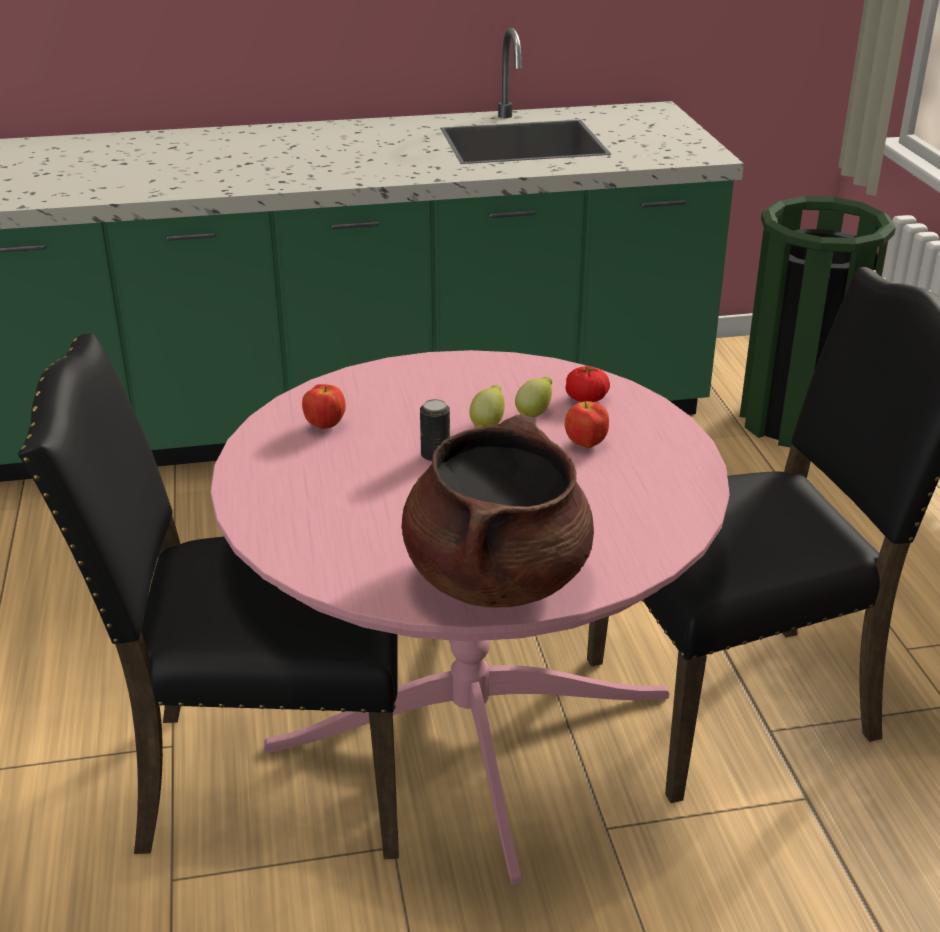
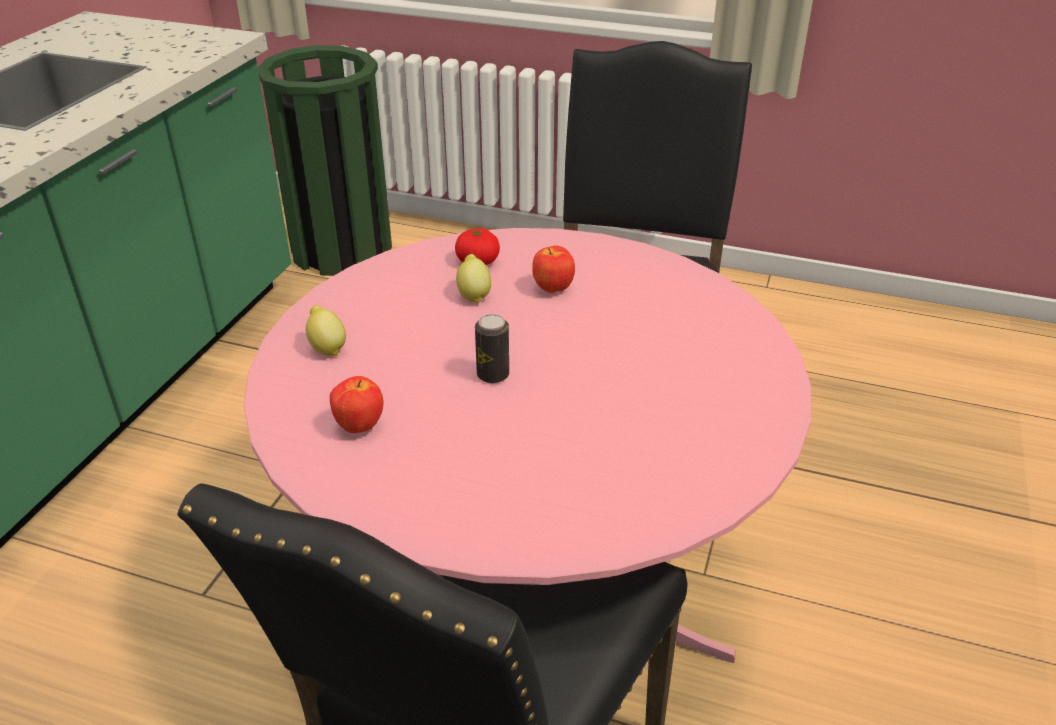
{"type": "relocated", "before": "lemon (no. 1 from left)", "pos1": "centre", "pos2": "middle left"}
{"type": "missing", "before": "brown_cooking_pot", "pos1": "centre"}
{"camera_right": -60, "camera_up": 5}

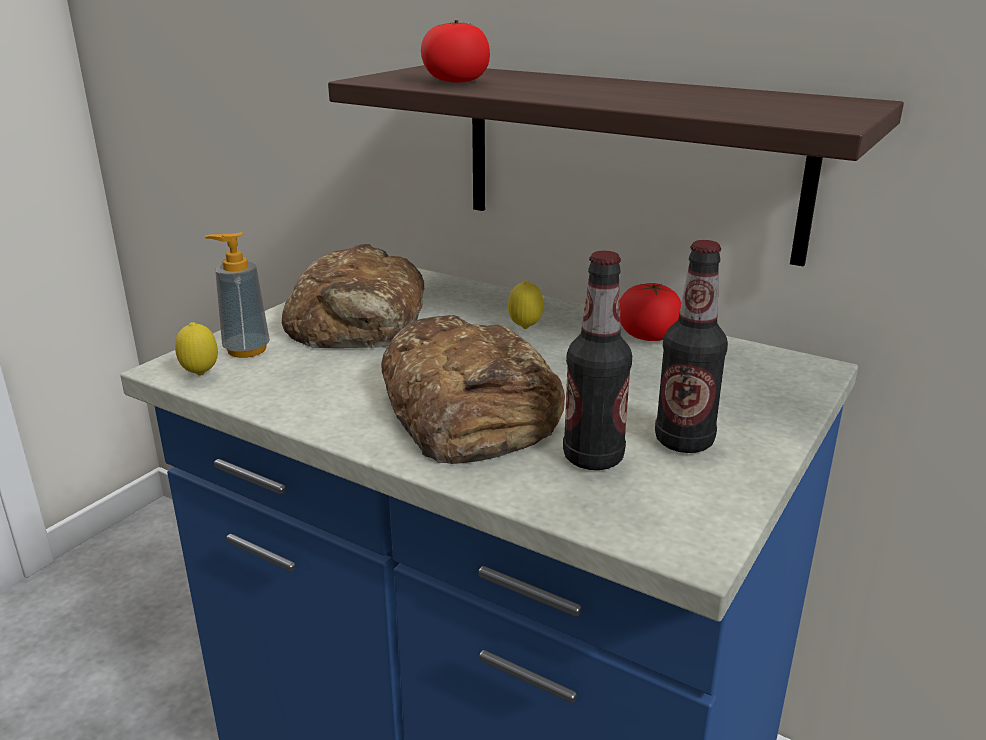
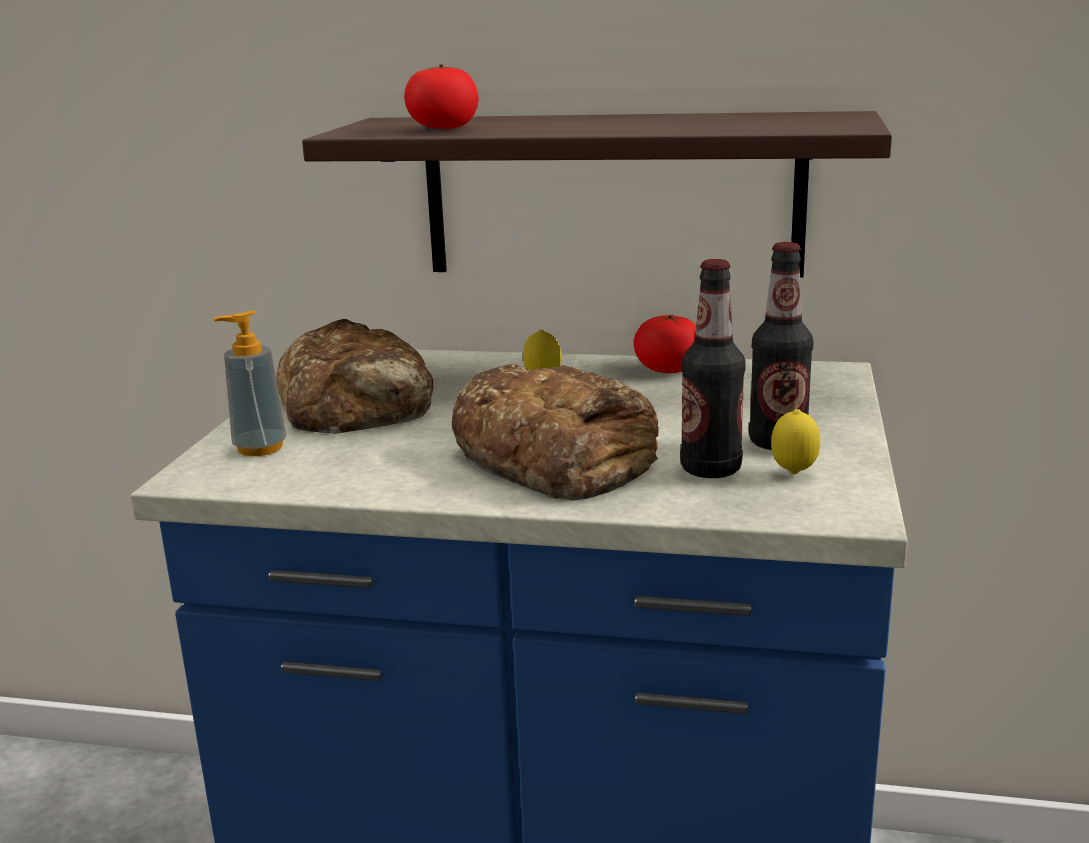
{"type": "relocated", "before": "lemon (no. 1 from left in the first image)", "after": "lemon (no. 2 from left)", "pos1": "middle left", "pos2": "middle right"}
{"camera_right": -20, "camera_up": -5}

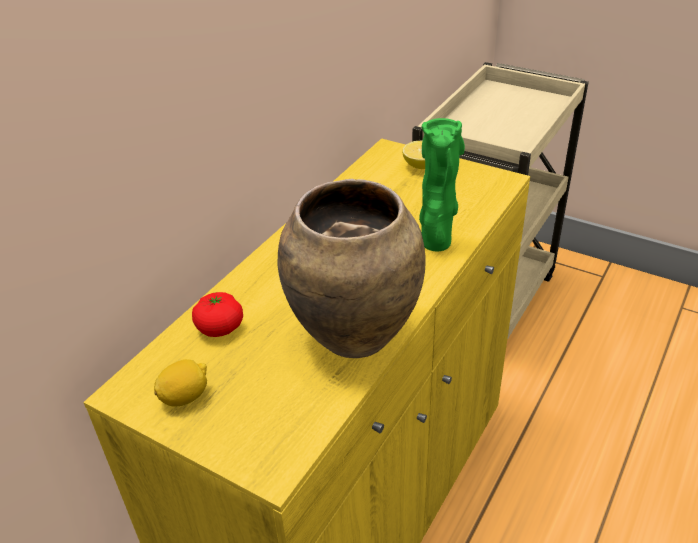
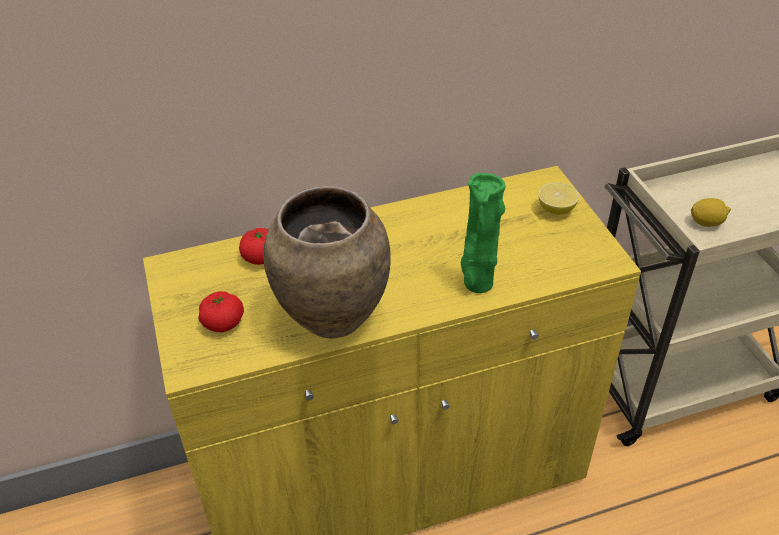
{"type": "appeared", "after": "tomato (no. 1 from left)", "pos2": "middle left"}
{"type": "relocated", "before": "lemon (no. 1 from left in the first image)", "after": "lemon (no. 2 from left)", "pos1": "bottom left", "pos2": "middle right"}
{"camera_right": 40, "camera_up": 5}

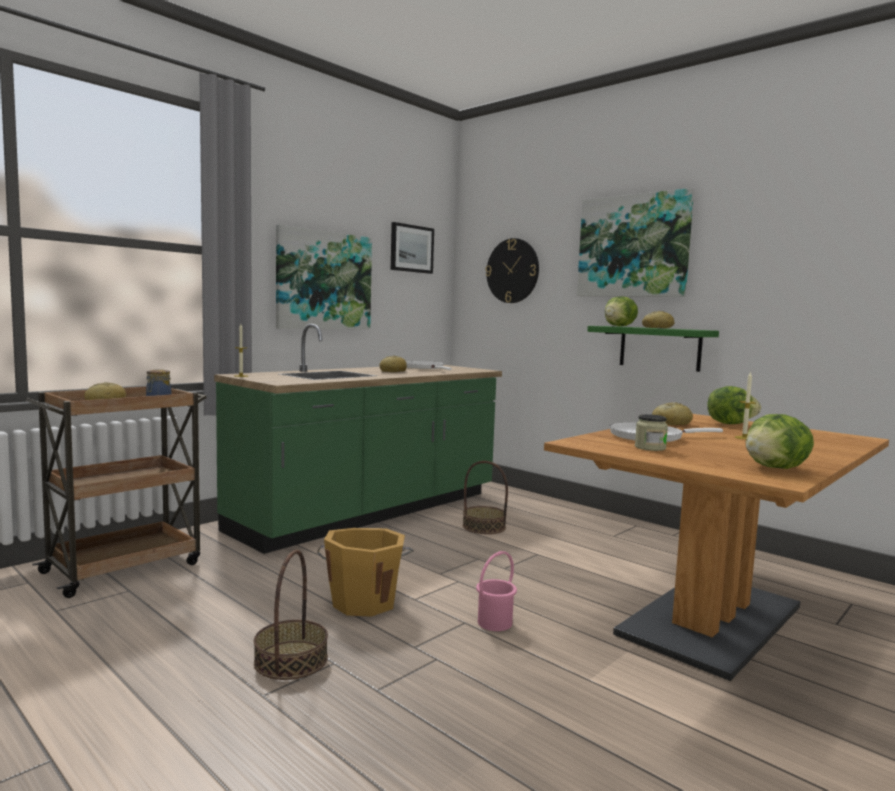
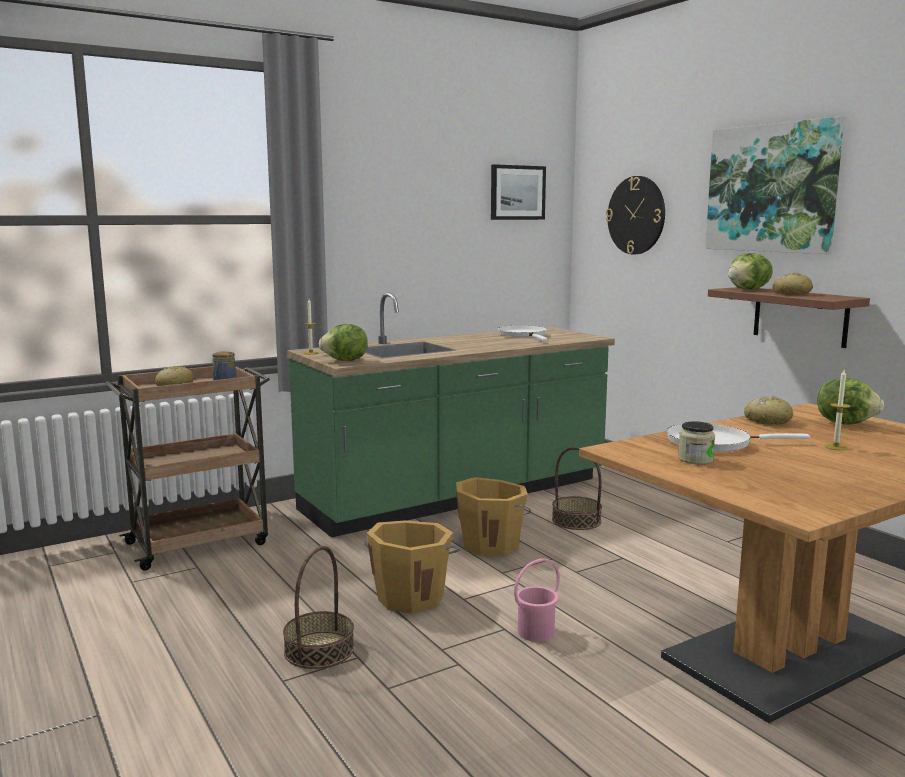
{"type": "relocated", "before": "lettuce (no. 3 from left in the first image)", "after": "lettuce (no. 1 from left)", "pos1": "middle right", "pos2": "centre"}
{"type": "appeared", "after": "orange_bucket (no. 2 from left)", "pos2": "centre"}
{"type": "colour", "before": "green_shelf", "after": "brown_shelf", "pos1": "middle right", "pos2": "middle right"}
{"type": "missing", "before": "picture (no. 1 from left)", "pos1": "centre"}
{"type": "missing", "before": "bread (no. 2 from left)", "pos1": "centre"}
{"camera_right": 15, "camera_up": 5}

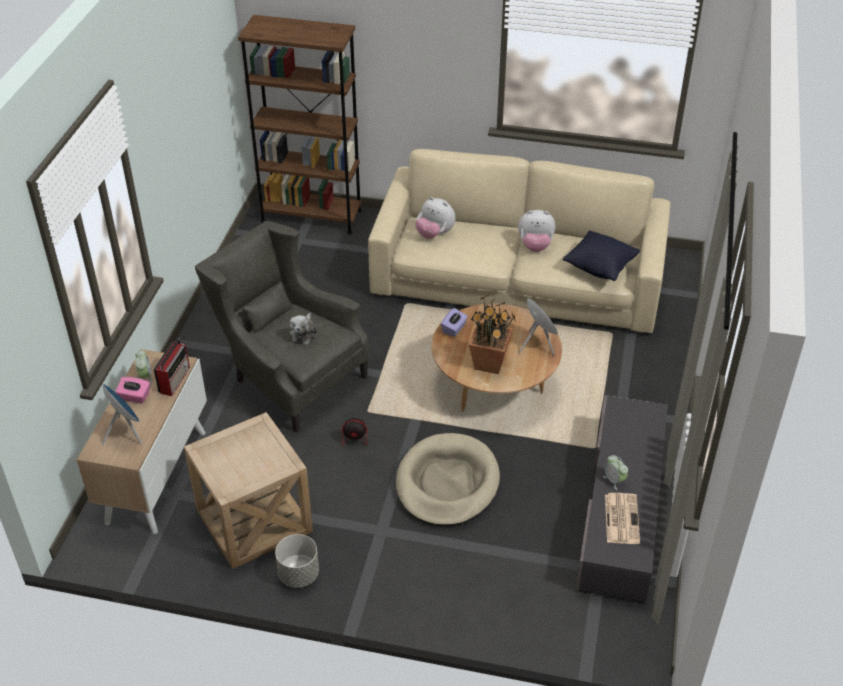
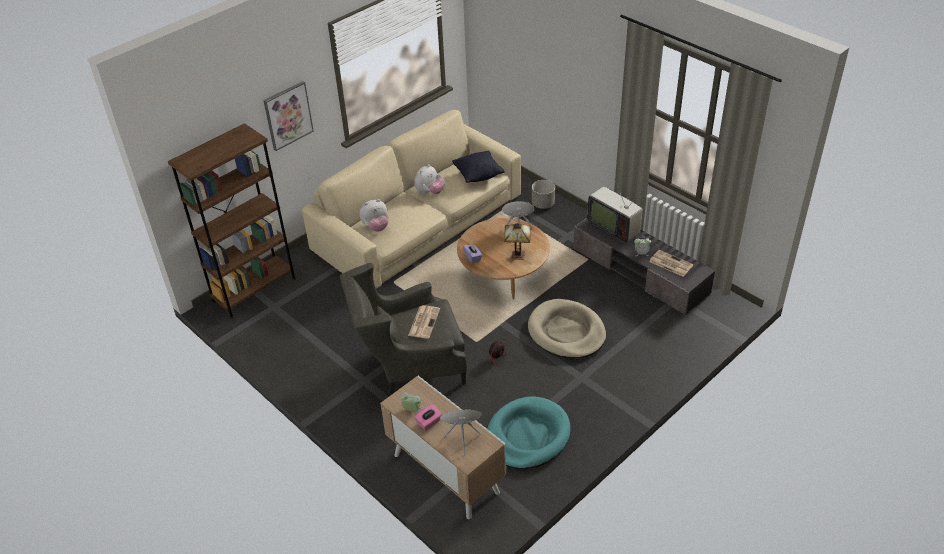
{"type": "appeared", "after": "picture", "pos2": "top left"}
{"type": "exchanged", "before": "plush_toy (no. 1 from left)", "after": "newspaper (no. 1 from left)", "pos1": "centre", "pos2": "centre"}
{"type": "exchanged", "before": "beige_side_table", "after": "turquoise_dog_bed", "pos1": "bottom left", "pos2": "bottom centre"}
{"type": "exchanged", "before": "potted_plant", "after": "table_lamp", "pos1": "centre", "pos2": "centre"}
{"type": "relocated", "before": "grey_planter", "pos1": "bottom centre", "pos2": "centre"}
{"type": "appeared", "after": "television", "pos2": "centre"}
{"type": "missing", "before": "radio", "pos1": "middle left"}
{"camera_right": -55, "camera_up": 0}

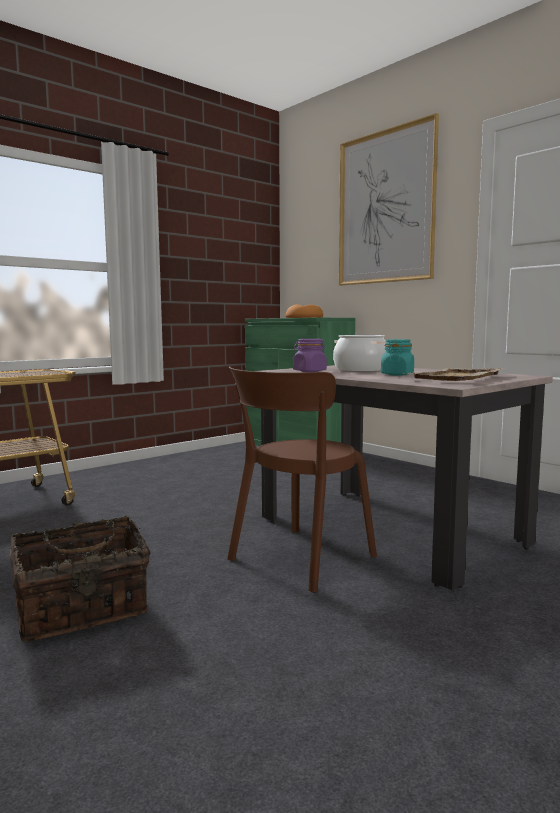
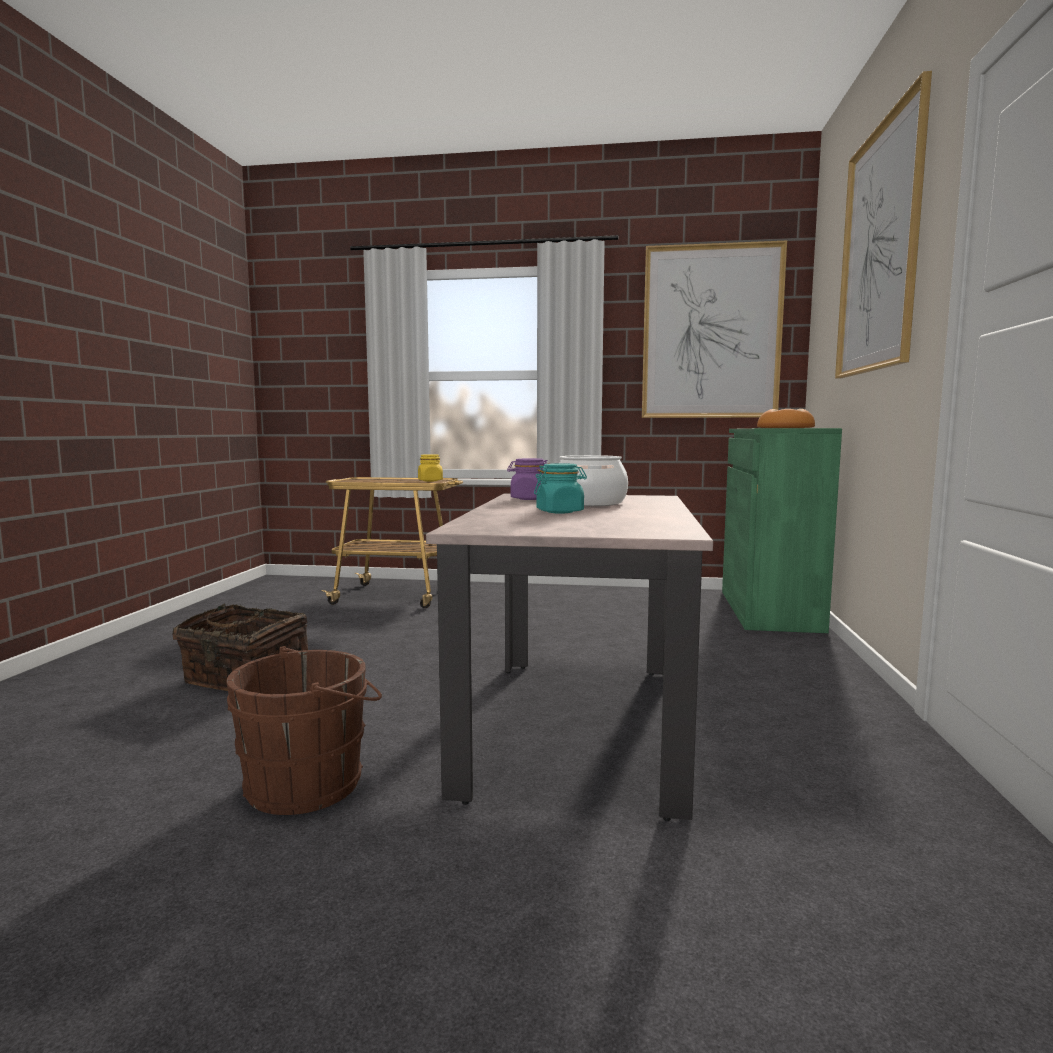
{"type": "appeared", "after": "brown_bucket", "pos2": "bottom left"}
{"type": "appeared", "after": "yellow_jar", "pos2": "centre"}
{"type": "appeared", "after": "picture (no. 1 from left)", "pos2": "top right"}
{"type": "missing", "before": "brown_chair", "pos1": "centre"}
{"type": "missing", "before": "beige_tray", "pos1": "middle right"}
{"camera_right": 50, "camera_up": 0}

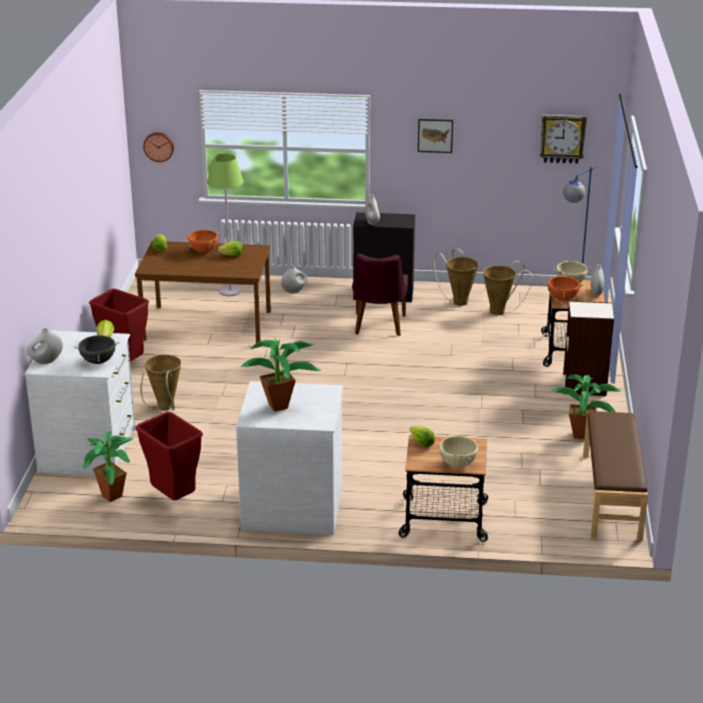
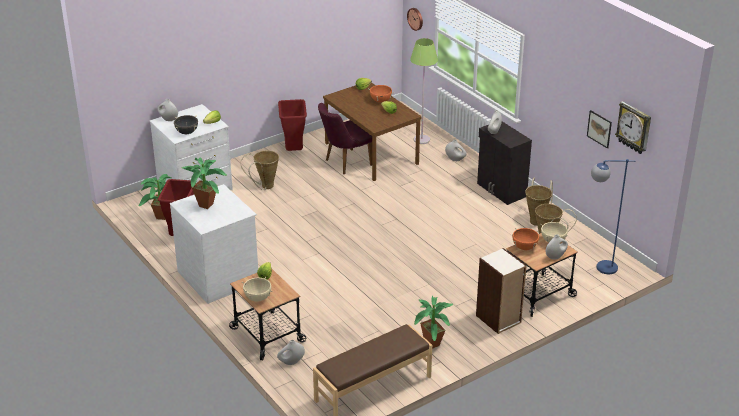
{"type": "appeared", "after": "white_vase (no. 2 from left)", "pos2": "bottom centre"}
{"type": "relocated", "before": "purple_chair", "pos1": "centre", "pos2": "top centre"}
{"type": "relocated", "before": "picture", "pos1": "top centre", "pos2": "top right"}
{"camera_right": 50, "camera_up": 5}

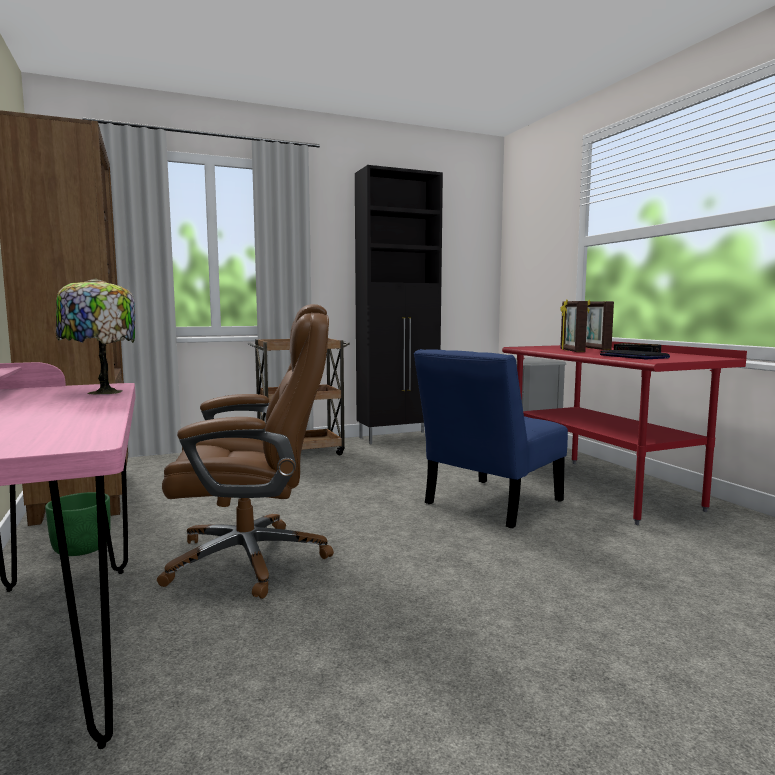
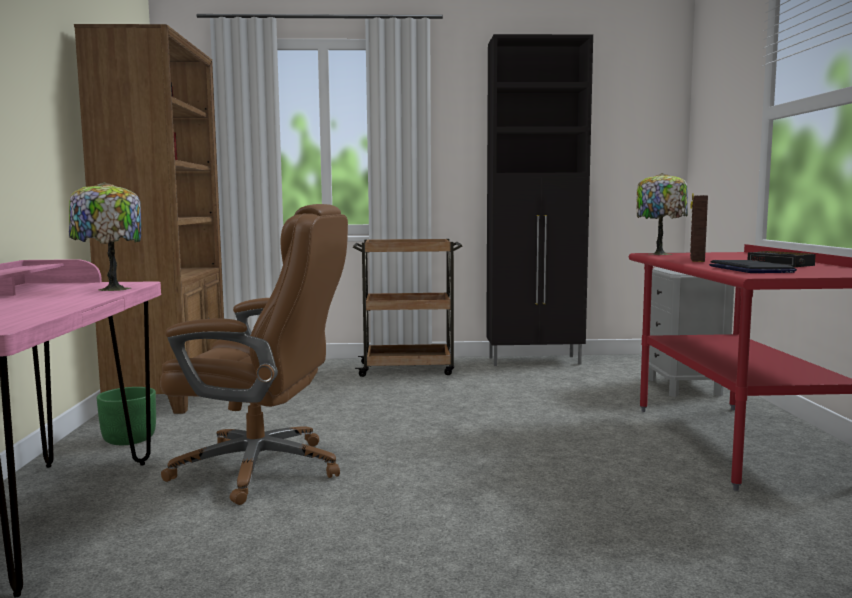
{"type": "appeared", "after": "table_lamp (no. 2 from left)", "pos2": "middle right"}
{"type": "missing", "before": "blue_chair", "pos1": "centre"}
{"type": "missing", "before": "picture_frame (no. 2 from left)", "pos1": "middle right"}
{"camera_right": 20, "camera_up": 0}

